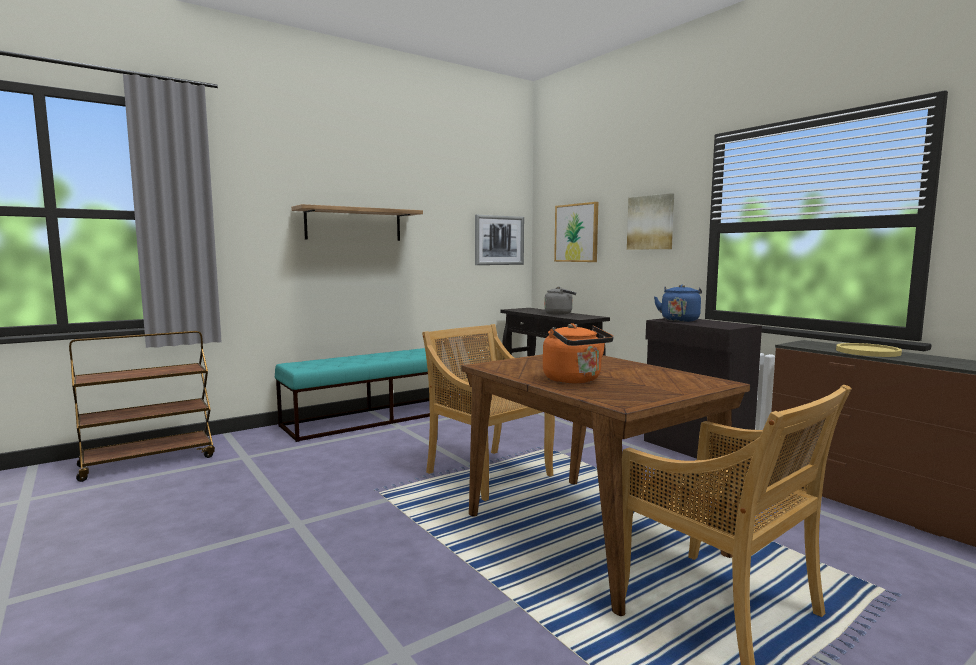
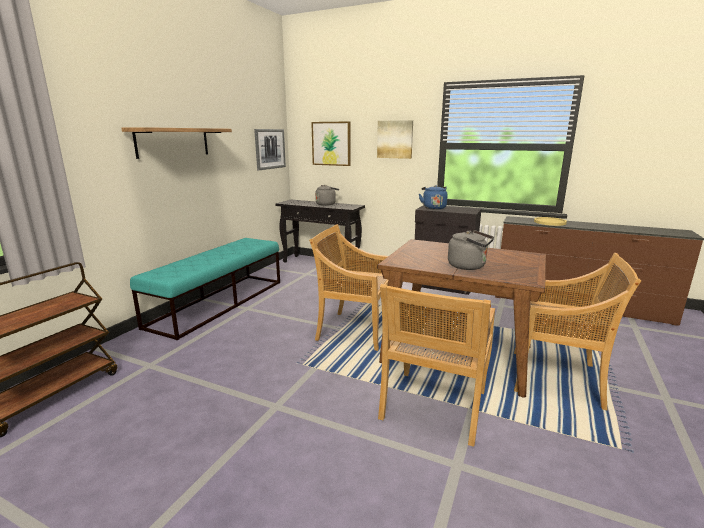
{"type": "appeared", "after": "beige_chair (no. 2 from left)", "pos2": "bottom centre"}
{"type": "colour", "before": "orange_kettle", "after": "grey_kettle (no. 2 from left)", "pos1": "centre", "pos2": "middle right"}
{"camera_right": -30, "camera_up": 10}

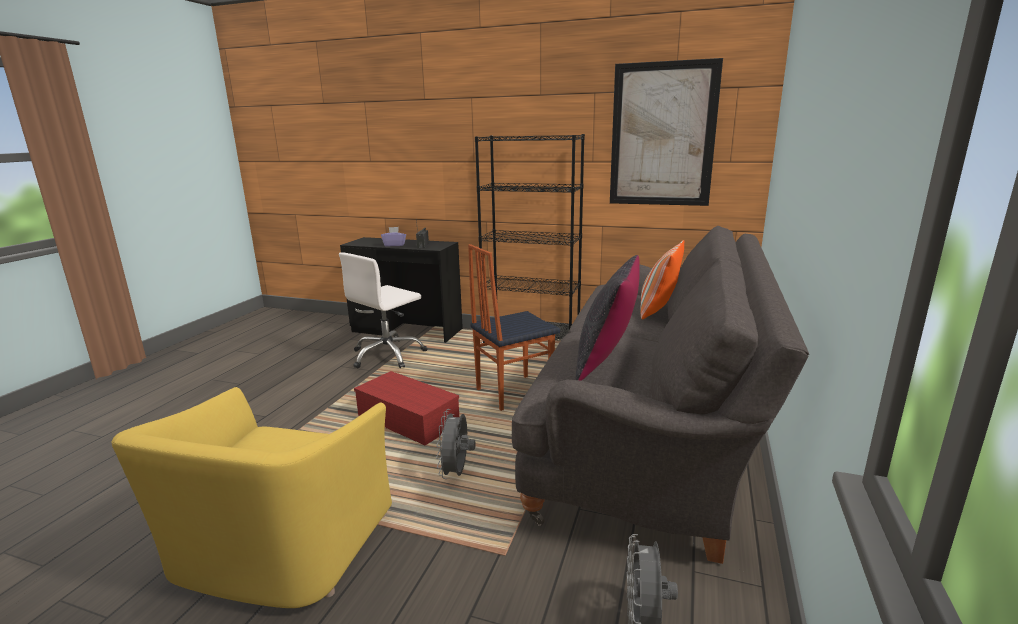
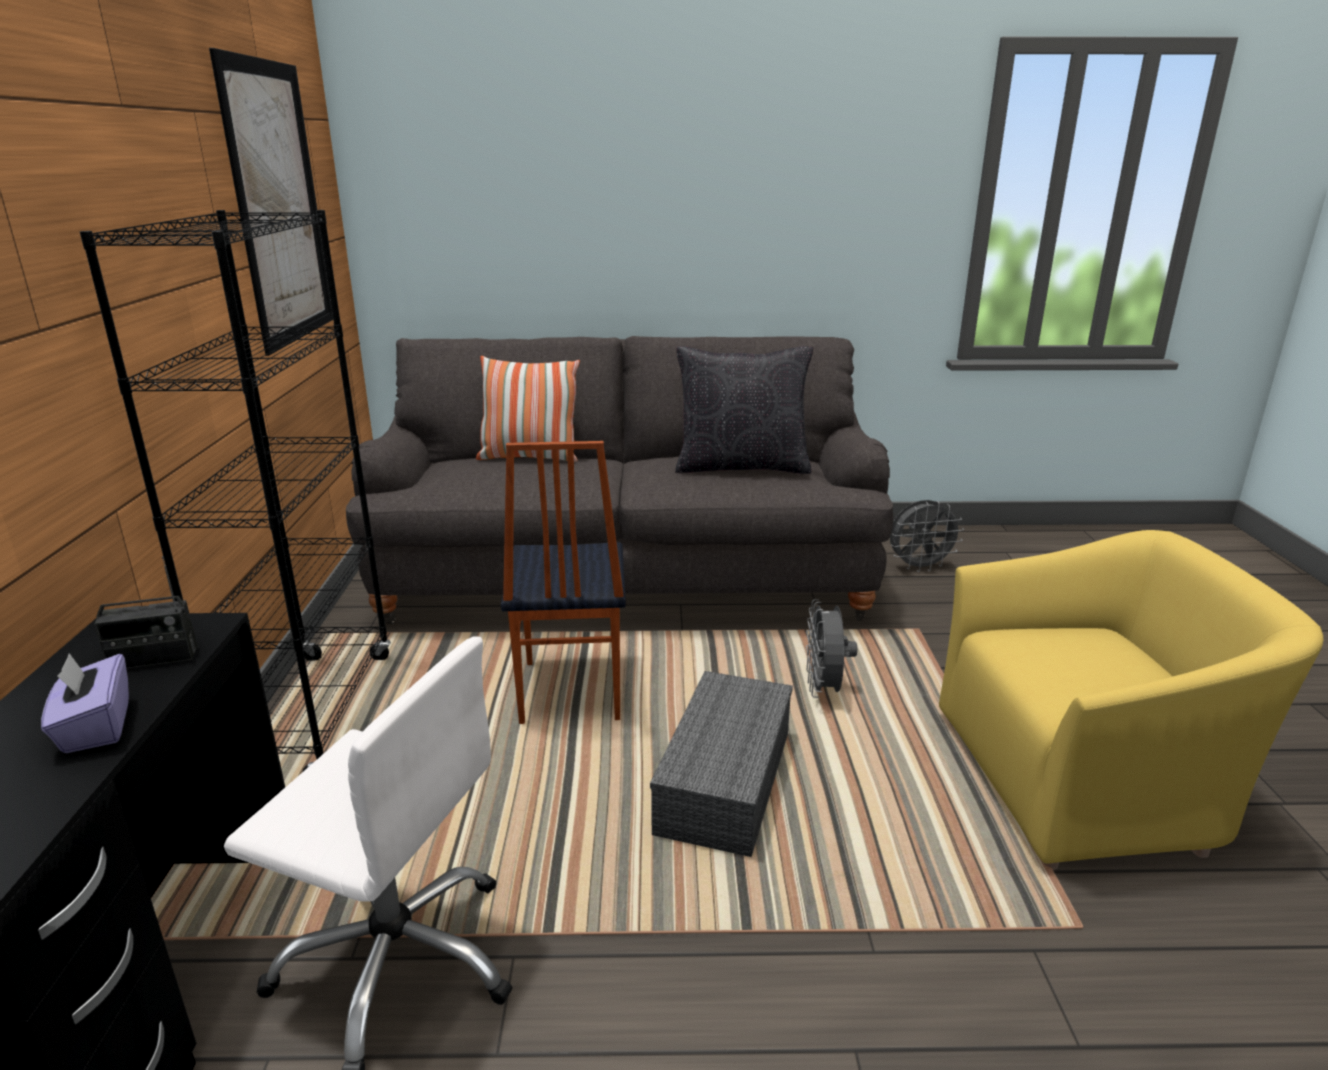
{"type": "spun", "before": "chair", "pos1": "centre", "pos2": "centre", "turn": 45}
{"type": "colour", "before": "red_storage_box", "after": "grey_storage_box", "pos1": "centre", "pos2": "bottom centre"}
{"type": "spun", "before": "grey_fan (no. 1 from left)", "pos1": "bottom centre", "pos2": "centre", "turn": 105}
{"camera_right": -110, "camera_up": 5}

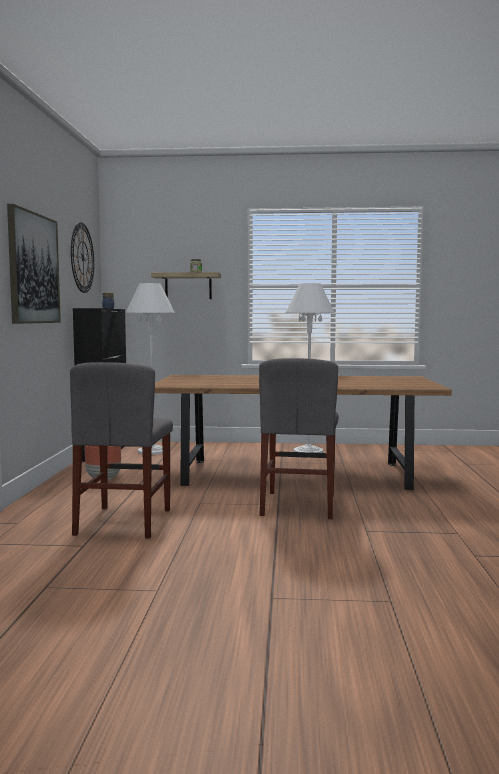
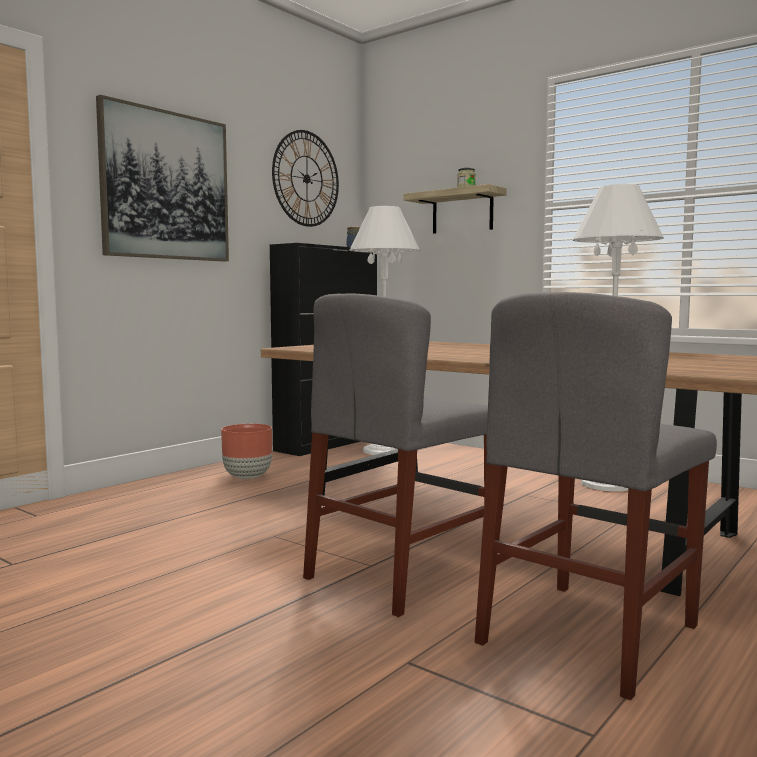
{"type": "relocated", "before": "grey_chair (no. 1 from left in the first image)", "after": "grey_chair (no. 2 from left)", "pos1": "middle left", "pos2": "middle right"}
{"camera_right": 35, "camera_up": 0}

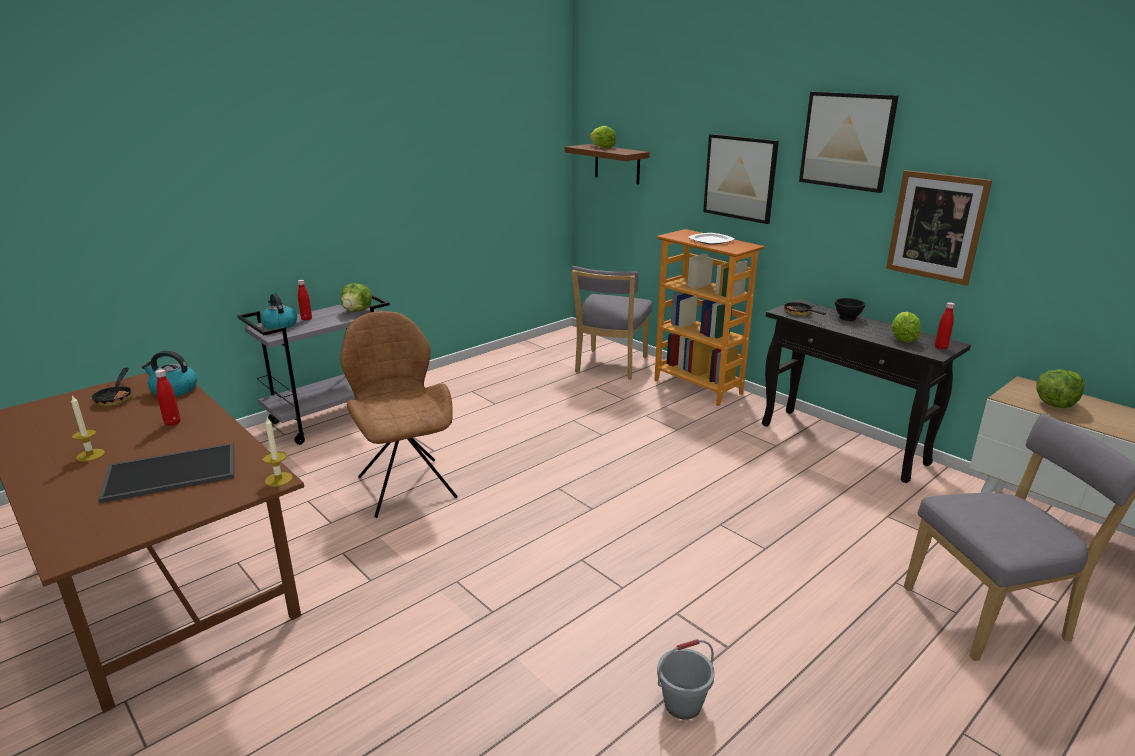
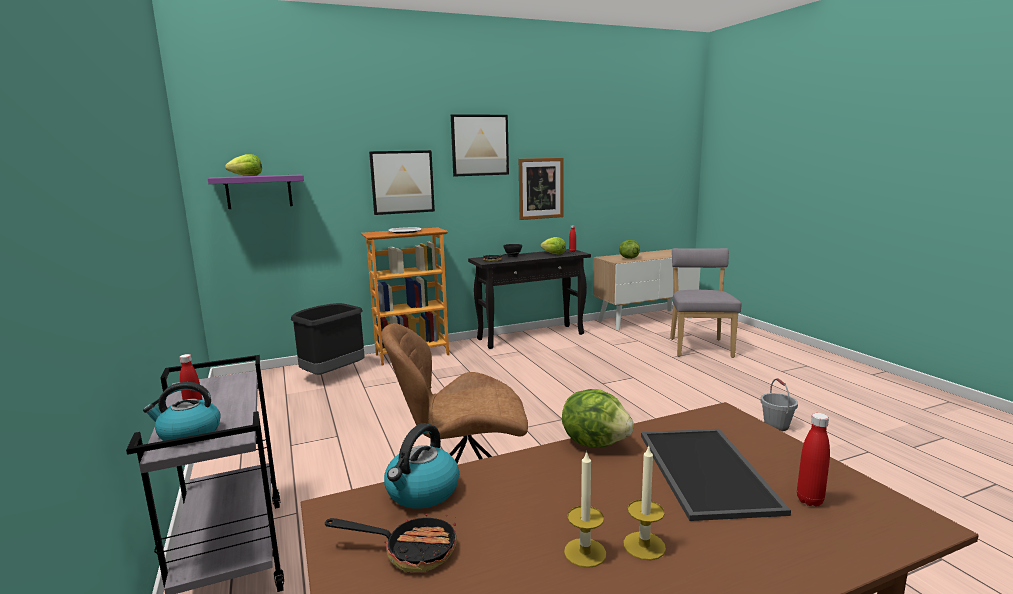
{"type": "colour", "before": "brown_shelf", "after": "purple_shelf", "pos1": "top centre", "pos2": "top left"}
{"type": "exchanged", "before": "grey_chair (no. 1 from left)", "after": "black_trash_can", "pos1": "centre", "pos2": "middle left"}
{"type": "relocated", "before": "lettuce (no. 1 from left in the first image)", "after": "lettuce (no. 3 from left)", "pos1": "middle left", "pos2": "bottom centre"}
{"type": "relocated", "before": "candle (no. 2 from left in the first image)", "after": "candle (no. 1 from left)", "pos1": "middle left", "pos2": "bottom centre"}
{"type": "relocated", "before": "red_bottle (no. 1 from left in the first image)", "after": "red_bottle (no. 3 from left)", "pos1": "middle left", "pos2": "bottom right"}
{"camera_right": -70, "camera_up": -10}

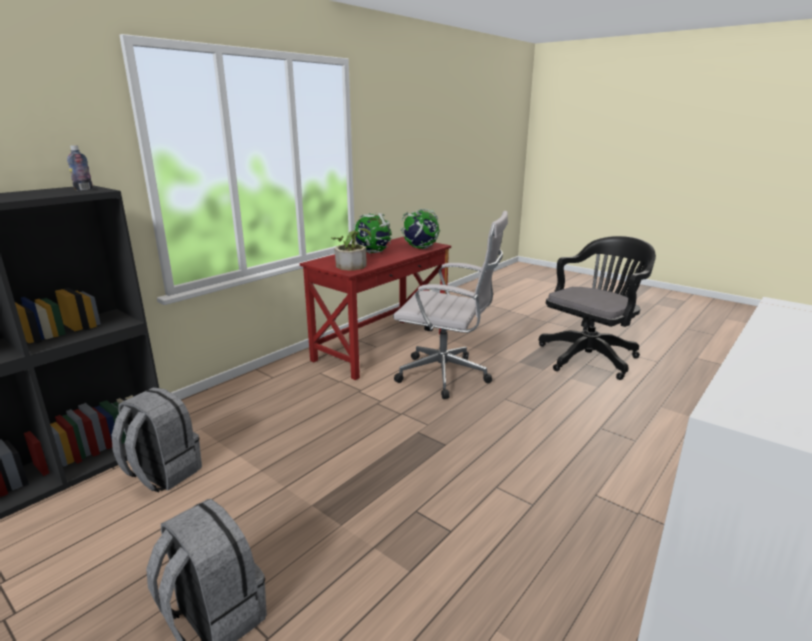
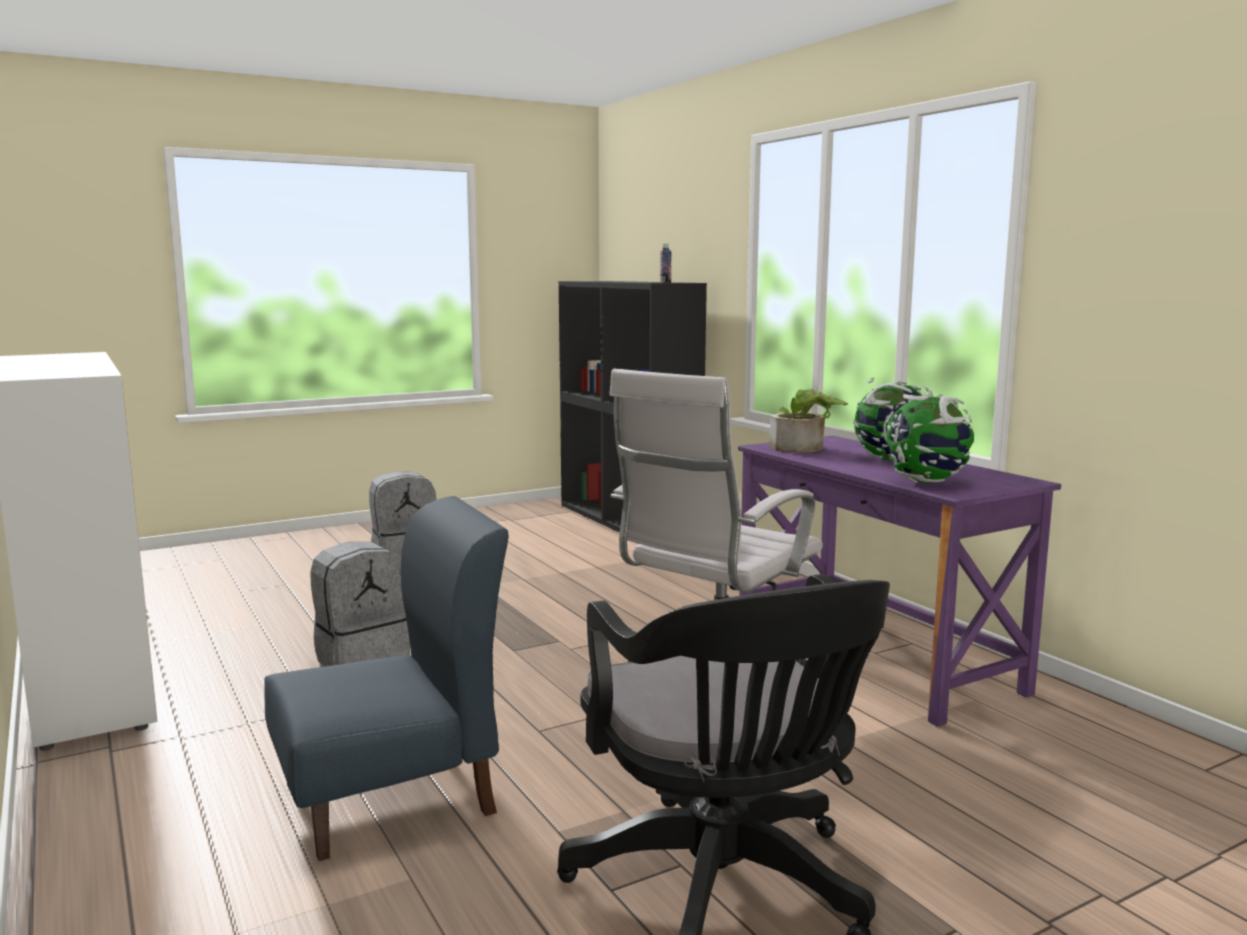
{"type": "appeared", "after": "blue_chair", "pos2": "bottom left"}
{"type": "relocated", "before": "grey_backpack (no. 1 from left)", "pos1": "bottom left", "pos2": "middle left"}
{"type": "colour", "before": "red_desk", "after": "purple_desk", "pos1": "centre", "pos2": "middle right"}
{"camera_right": 110, "camera_up": -10}

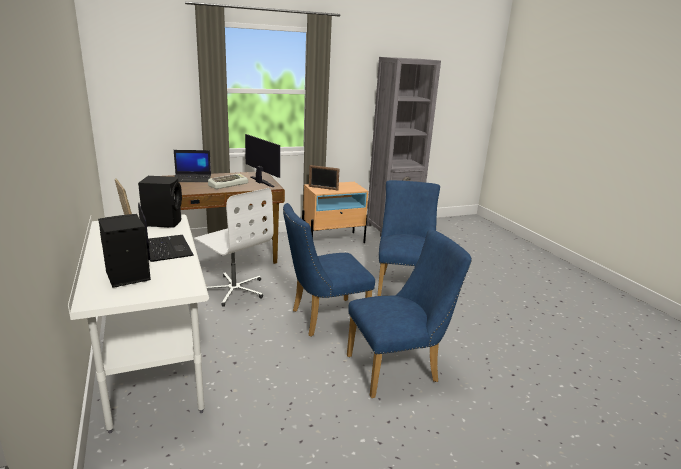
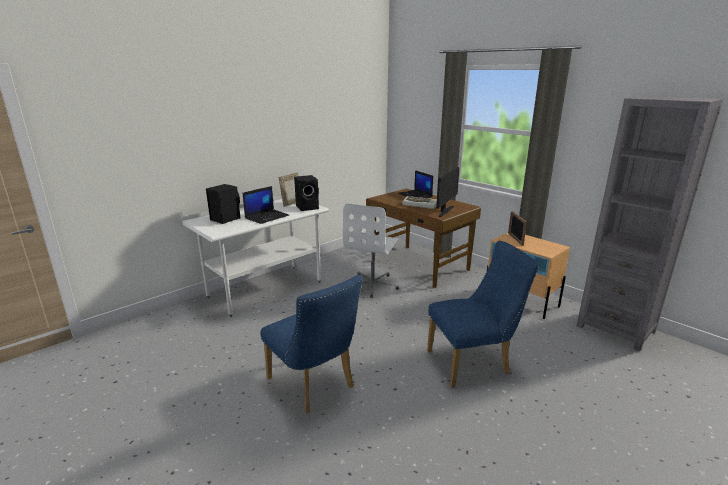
{"type": "missing", "before": "blue_chair (no. 1 from left)", "pos1": "centre"}
{"camera_right": 70, "camera_up": 0}

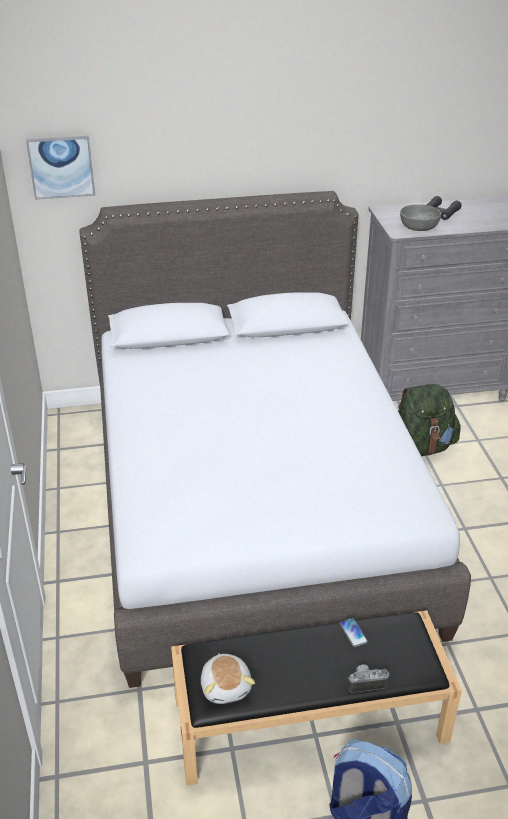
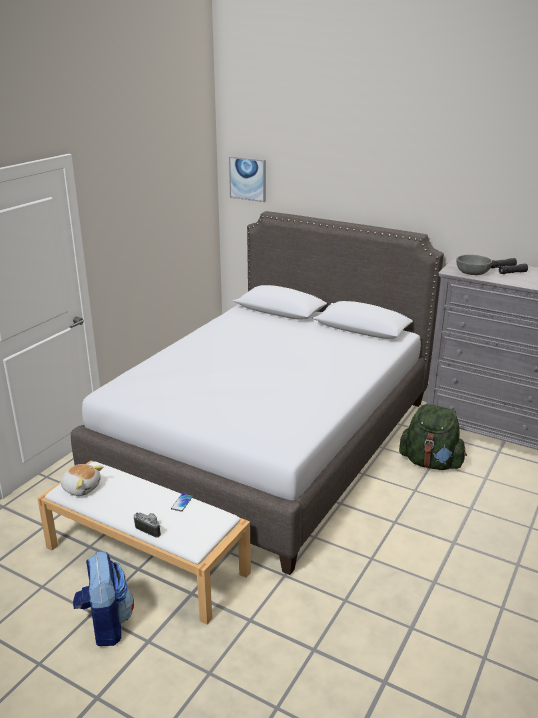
{"type": "colour", "before": "black_bench", "after": "white_bench", "pos1": "bottom centre", "pos2": "bottom left"}
{"type": "spun", "before": "plush_toy", "pos1": "bottom centre", "pos2": "bottom left", "turn": -90}
{"camera_right": 40, "camera_up": -10}

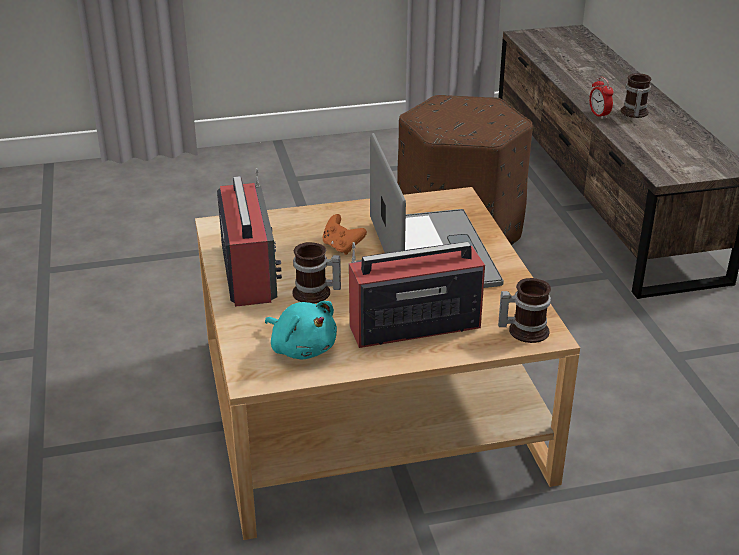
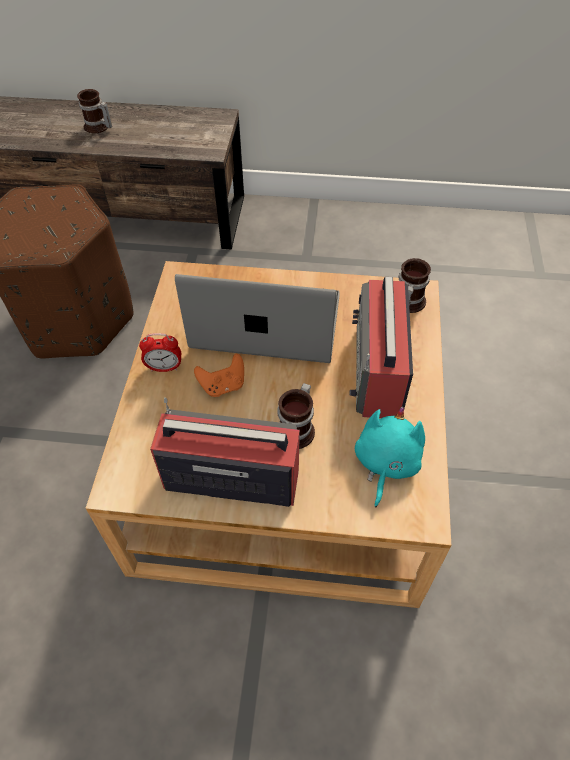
{"type": "relocated", "before": "alarm_clock", "pos1": "top right", "pos2": "middle left"}
{"type": "spun", "before": "turquoise_plush_toy", "pos1": "centre", "pos2": "middle right", "turn": -45}
{"camera_right": -70, "camera_up": 20}

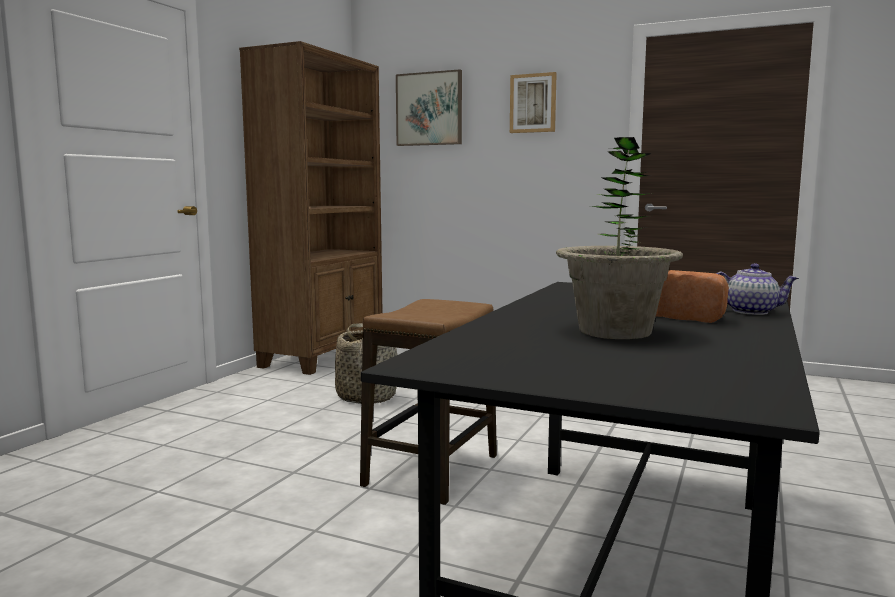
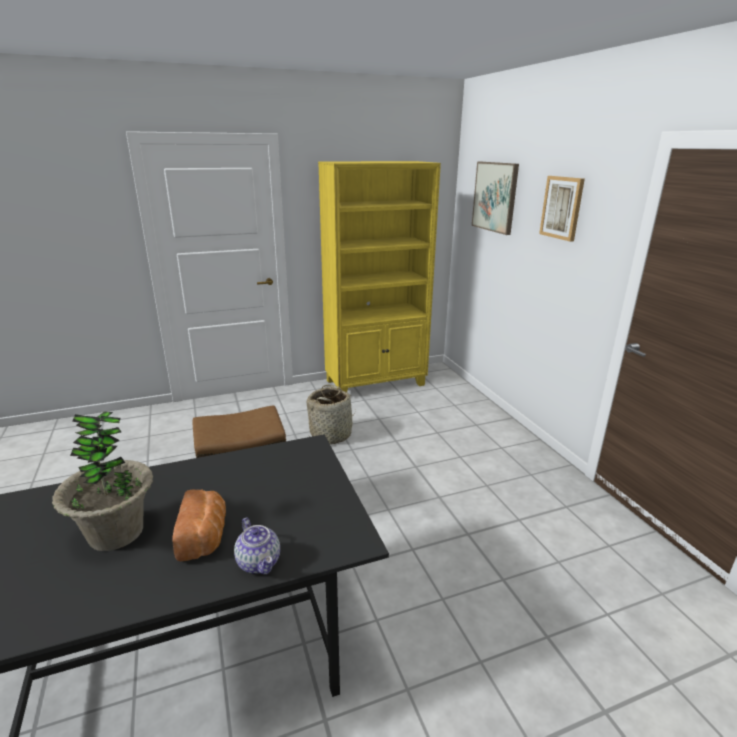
{"type": "colour", "before": "brown_bookcase", "after": "yellow_bookcase", "pos1": "centre", "pos2": "centre"}
{"camera_right": 45, "camera_up": 15}

